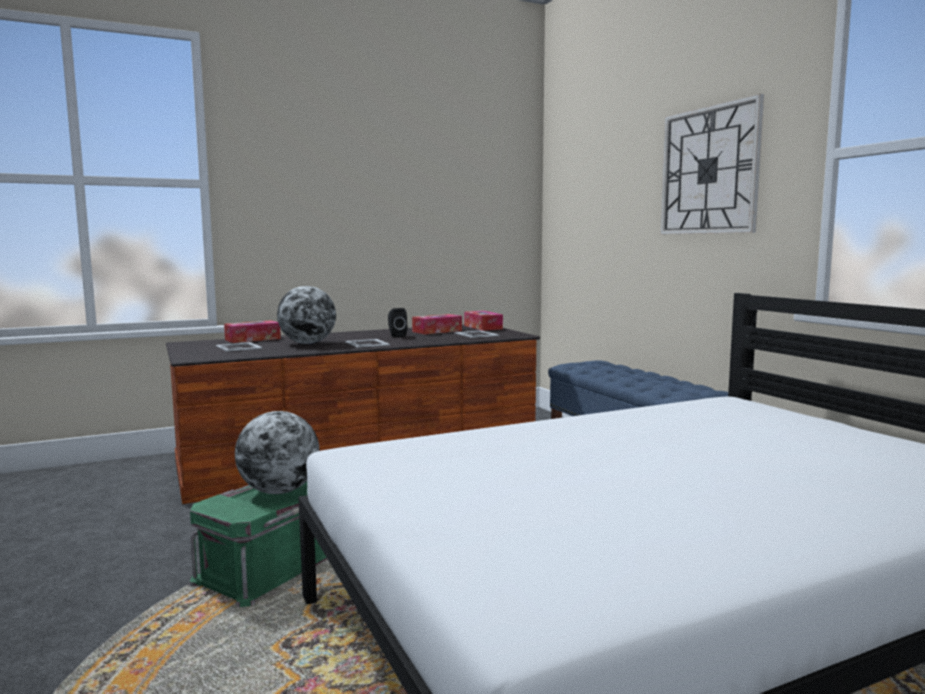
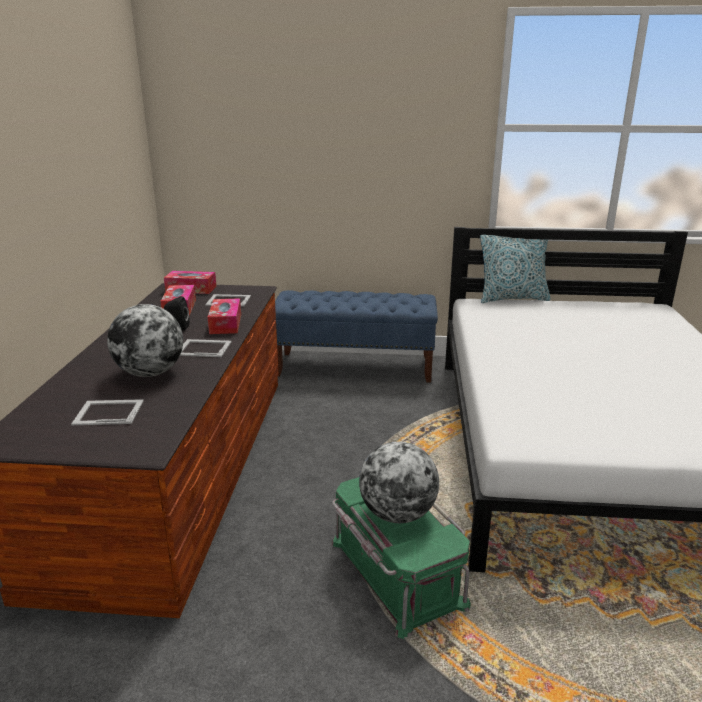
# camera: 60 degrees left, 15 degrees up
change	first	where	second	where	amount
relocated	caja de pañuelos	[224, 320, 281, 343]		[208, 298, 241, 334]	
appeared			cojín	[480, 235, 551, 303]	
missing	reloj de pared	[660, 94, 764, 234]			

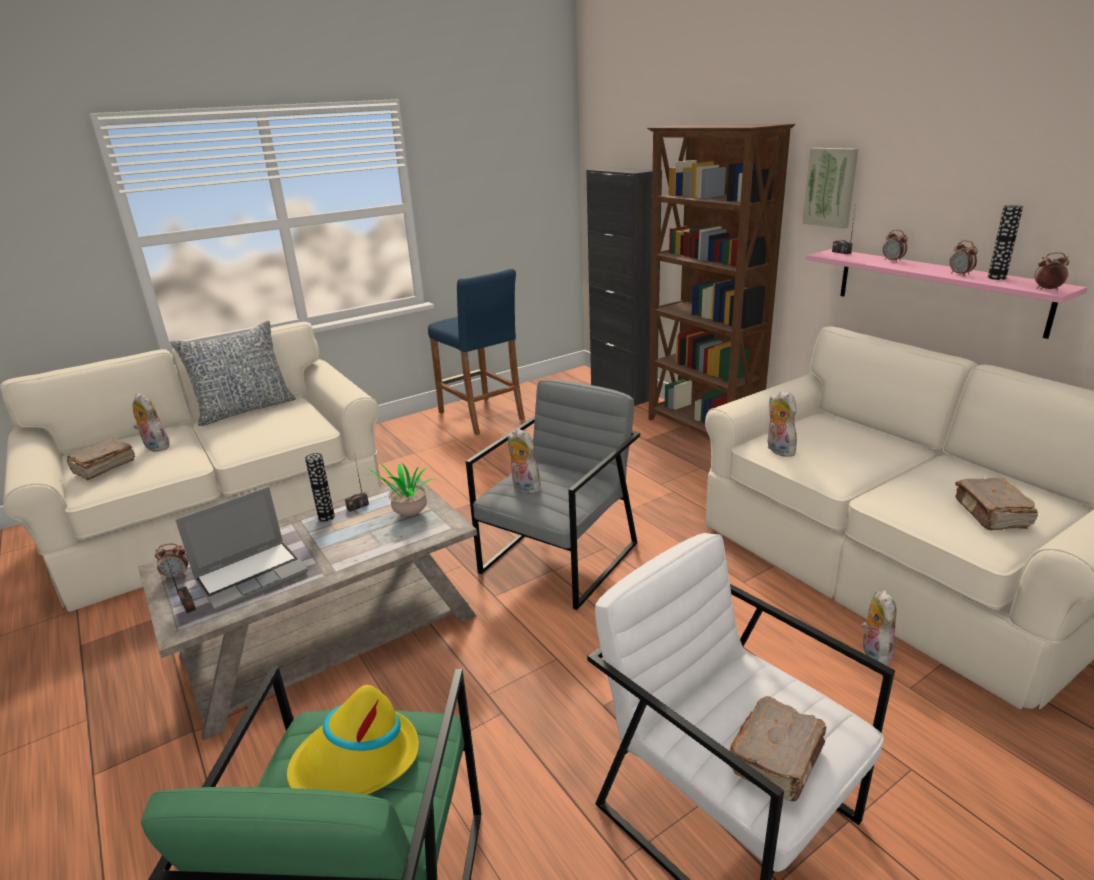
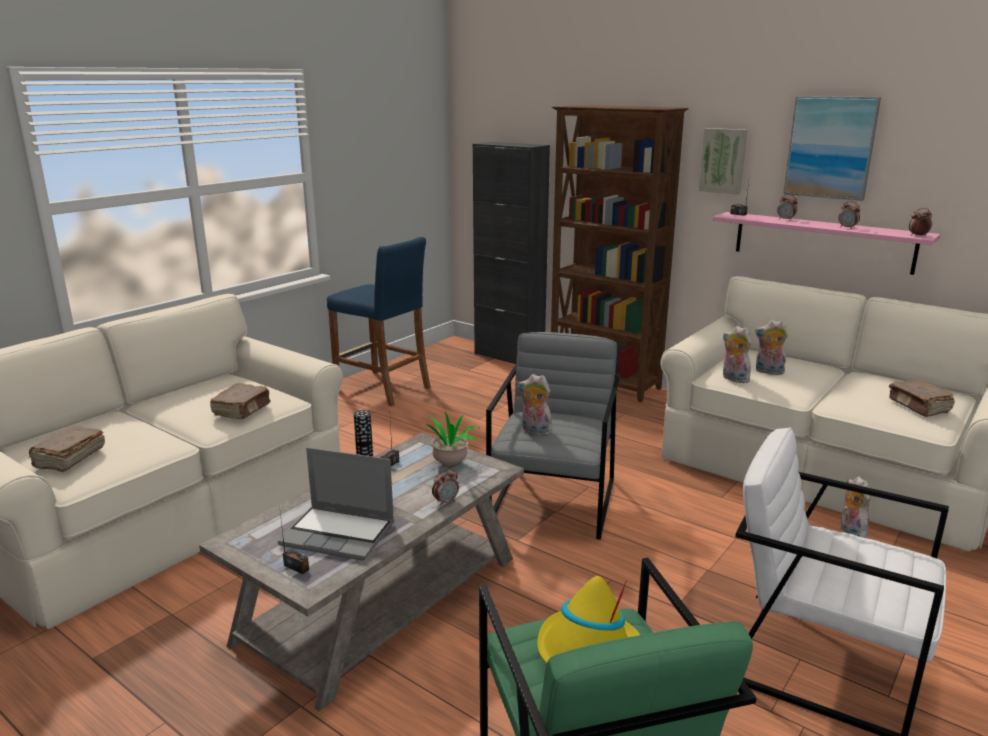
# camera: 20 degrees left, 5 degrees down
change	first	where	second	where	amount
relocated	libro (marrón)	[729, 696, 826, 801]		[210, 383, 270, 419]	
spun	portátil	[175, 487, 308, 612]		[278, 447, 394, 561]	75 degrees clockwise
relocated	despertador	[155, 543, 188, 580]		[432, 469, 459, 506]	
relocated	peluche	[133, 393, 170, 452]		[755, 320, 788, 376]	
appeared			cuadro	[783, 96, 881, 201]	
missing	cojín	[170, 321, 296, 426]			
missing	florero	[988, 205, 1023, 280]			

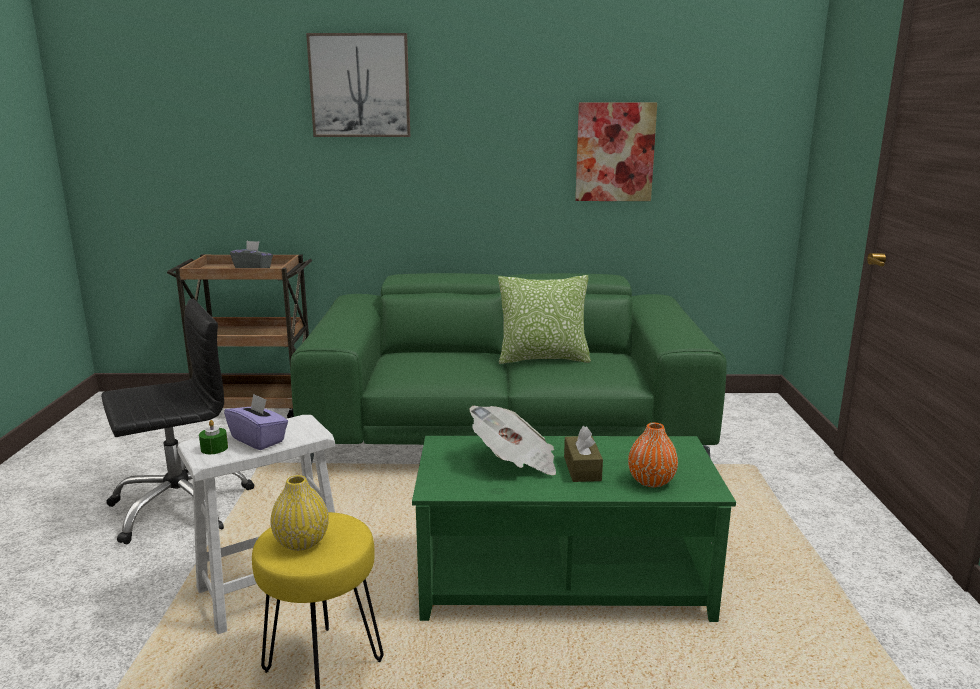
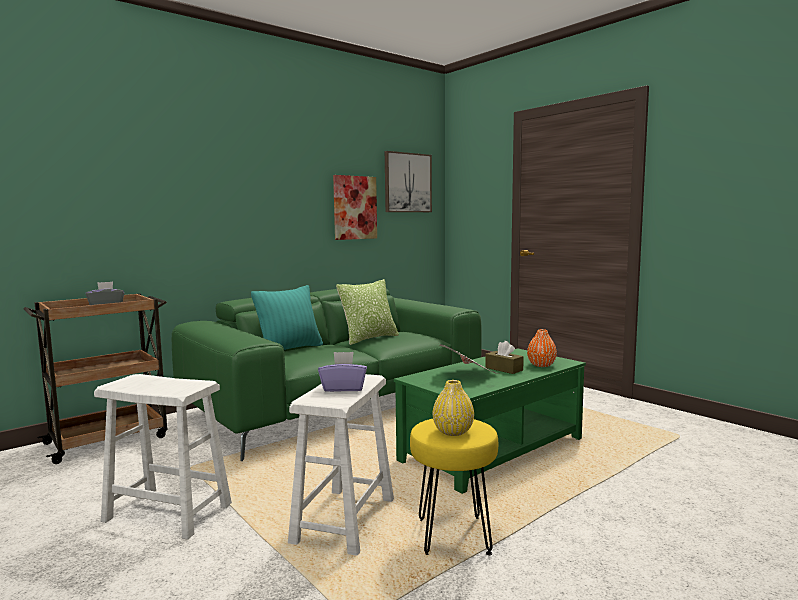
# camera: 40 degrees left, 10 degrees down
change	first	where	second	where	amount
exchanged	silla de oficina (negro)	[101, 299, 254, 544]	taburete (blanco)	[94, 374, 232, 540]	
appeared			cojín (turquesa)	[251, 285, 323, 350]	
relocated	cuadro	[306, 33, 410, 137]		[385, 151, 432, 212]	
missing	vela (verde)	[199, 420, 228, 454]			

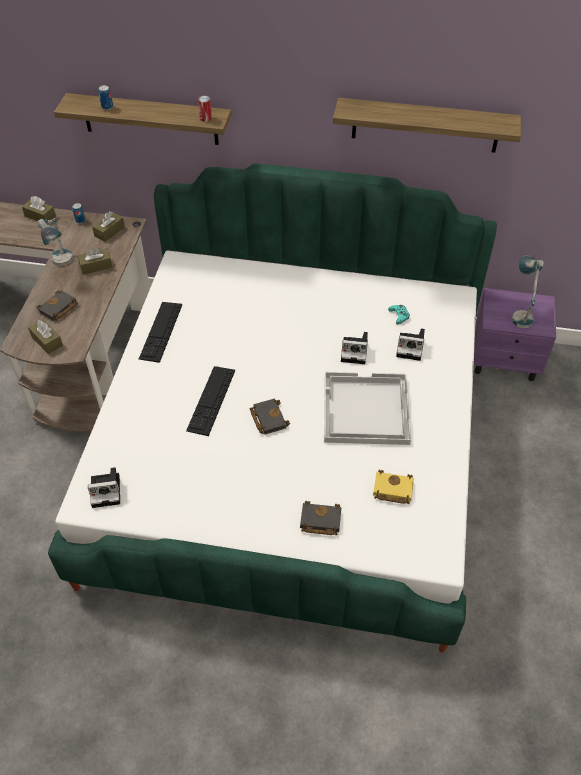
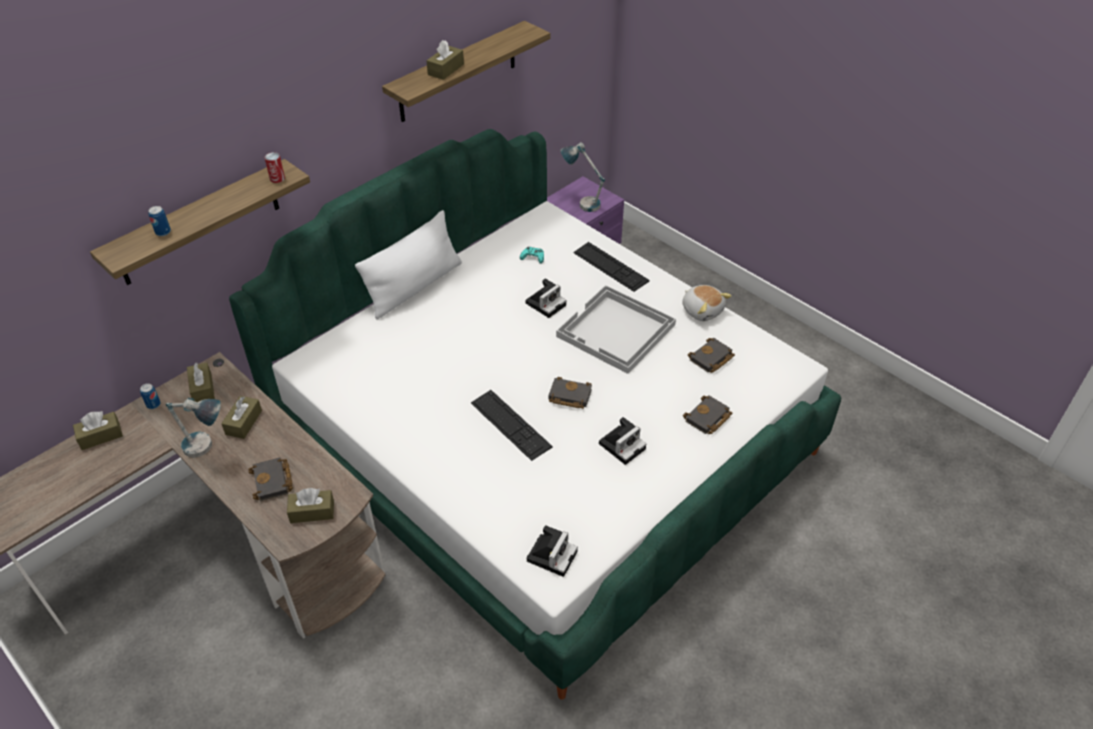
# camera: 55 degrees left, 5 degrees down
change	first	where	second	where	amount
appeared			cojín (blanco)	[355, 210, 462, 319]	
appeared			caja de pañuelos (marrón)	[426, 40, 464, 80]	
relocated	teclado	[139, 302, 182, 363]		[573, 242, 649, 292]	
relocated	cámara	[396, 328, 425, 361]		[599, 417, 646, 465]	
appeared			peluche	[682, 285, 732, 321]	
colour	libro (amarillo)	[373, 470, 414, 504]	libro (negro)	[688, 338, 735, 373]	

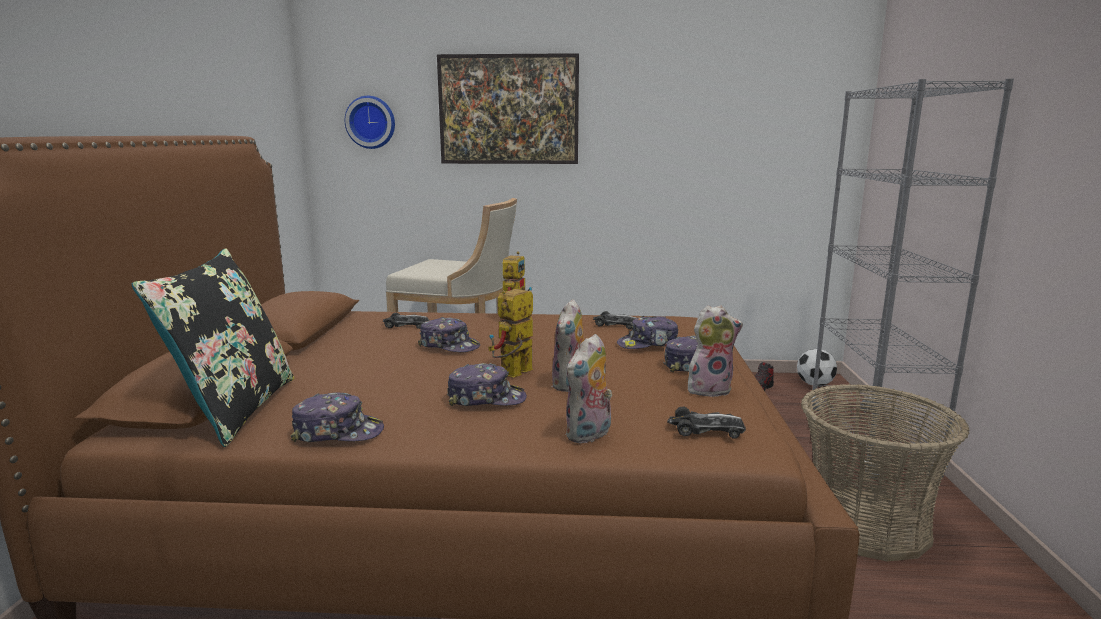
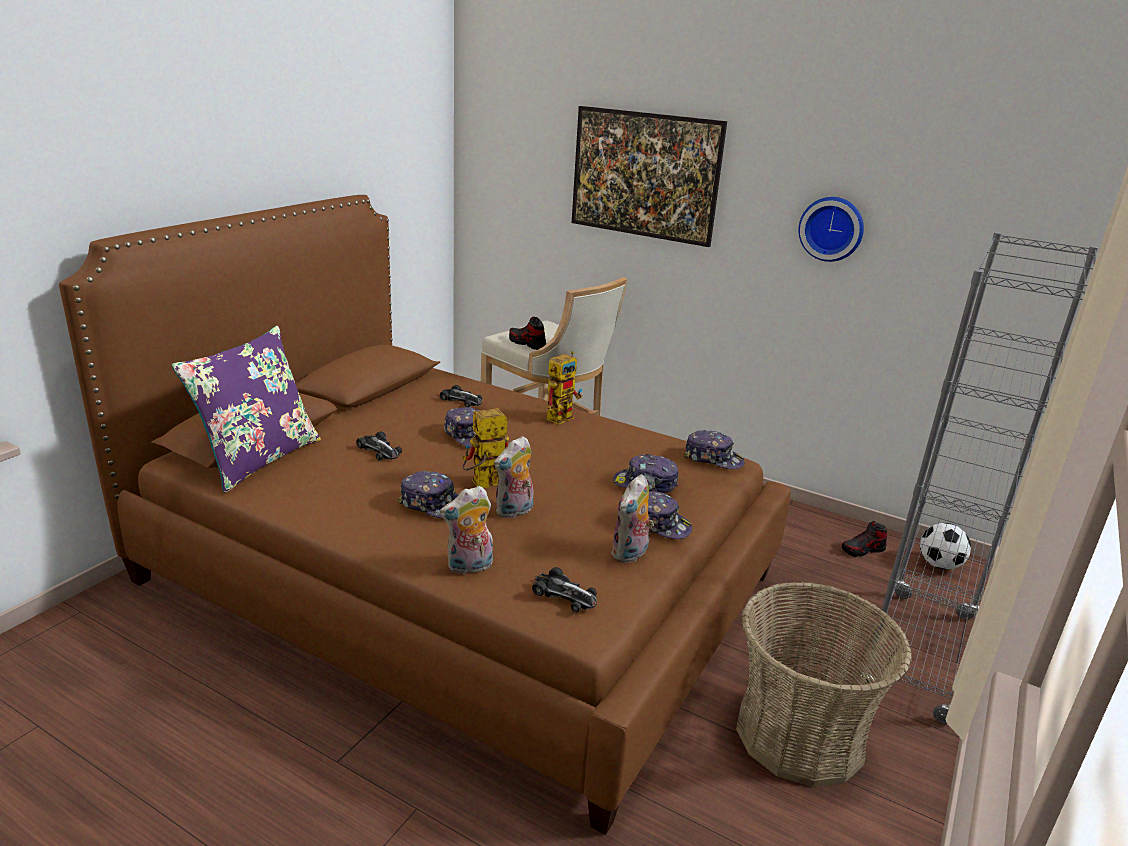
# camera: 25 degrees right, 10 degrees up
change	first	where	second	where	amount
colour	cojín (negro)	[132, 249, 294, 447]	cojín (morado)	[172, 326, 321, 493]	
relocated	coche de juguete	[593, 311, 637, 329]		[356, 431, 402, 461]	
appeared			zapato	[509, 317, 546, 350]	
spun	peluche	[688, 306, 743, 397]		[610, 474, 654, 563]	105 degrees clockwise
relocated	gorra	[291, 393, 384, 442]		[684, 430, 745, 469]	
relocated	reloj de pared	[345, 96, 395, 149]		[798, 197, 864, 262]	

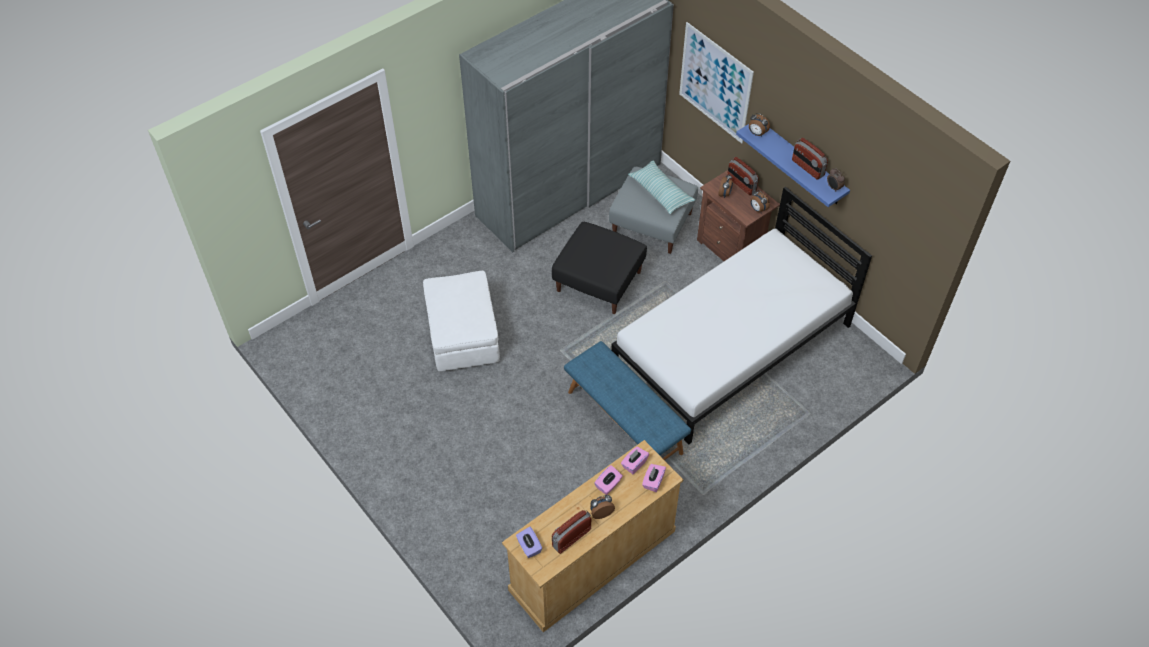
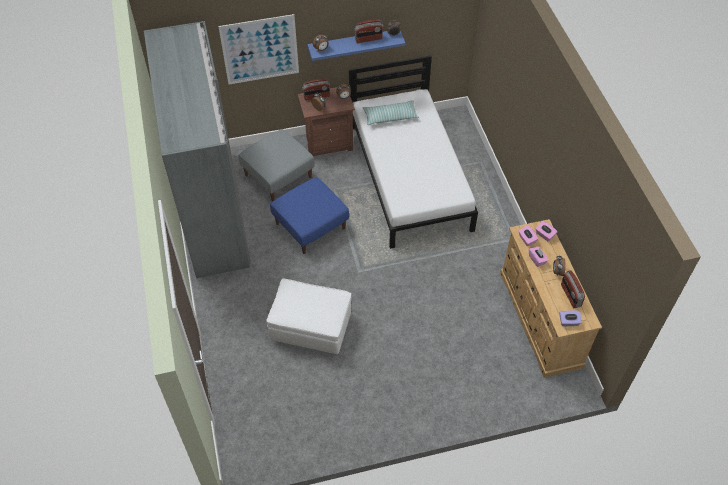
# camera: 65 degrees left, 0 degrees up
change	first	where	second	where	amount
colour	puf (negro)	[552, 222, 647, 314]	puf (azul)	[270, 177, 349, 254]	
relocated	cojín	[628, 161, 695, 214]		[363, 100, 419, 125]	
missing	banco (azul)	[564, 341, 691, 460]			

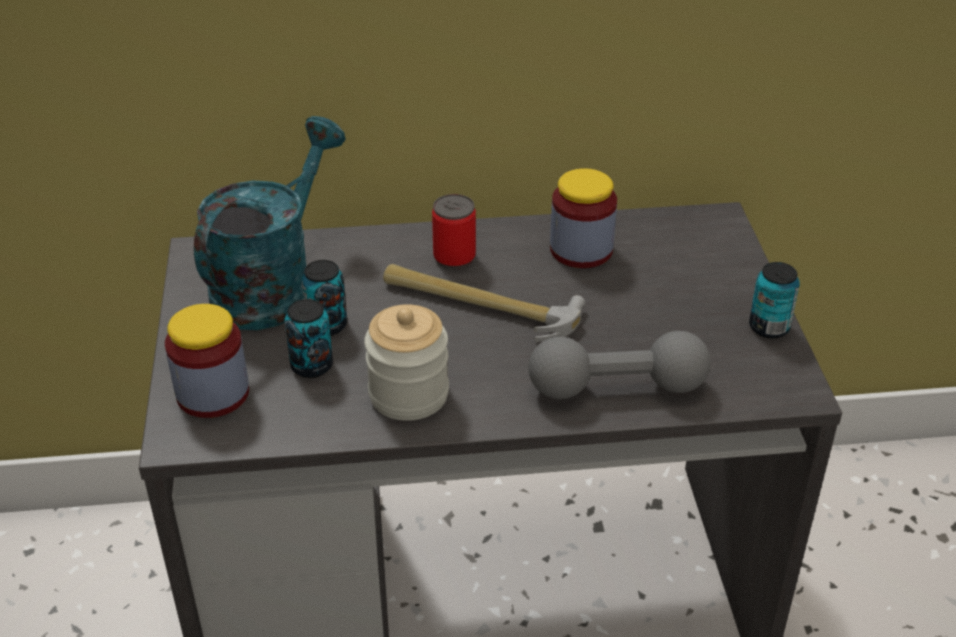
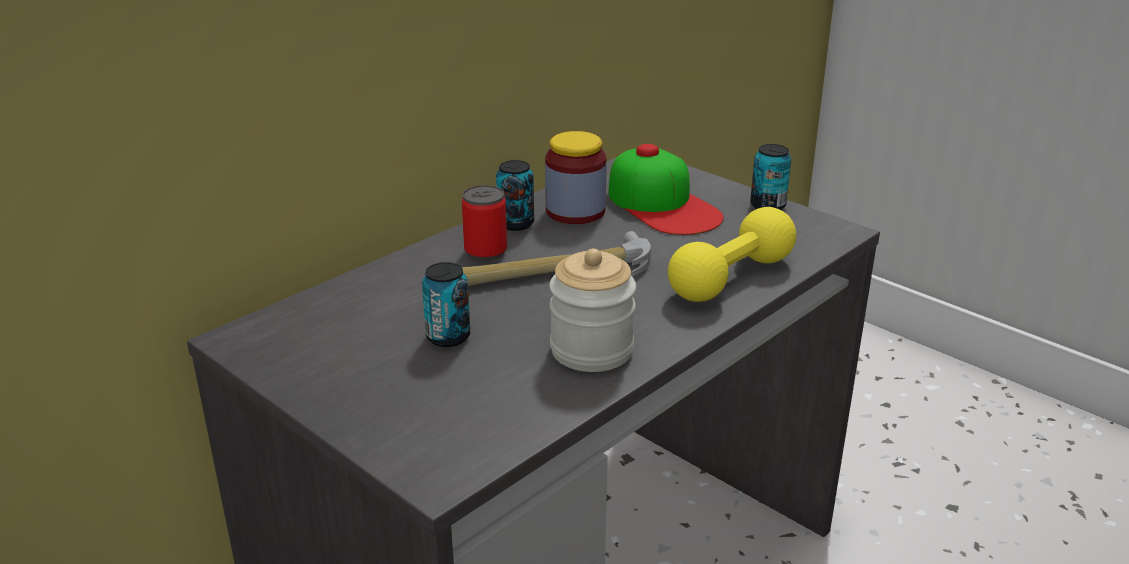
# camera: 40 degrees left, 10 degrees down
change	first	where	second	where	amount
relocated	lata	[285, 299, 333, 378]		[496, 160, 534, 231]	
appeared			gorra	[609, 144, 724, 235]	
colour	mancuerna (gris)	[528, 331, 711, 399]	mancuerna (amarillo)	[668, 207, 796, 302]	
missing	tarro	[165, 304, 249, 418]			
missing	regadera (turquesa)	[194, 116, 346, 330]			

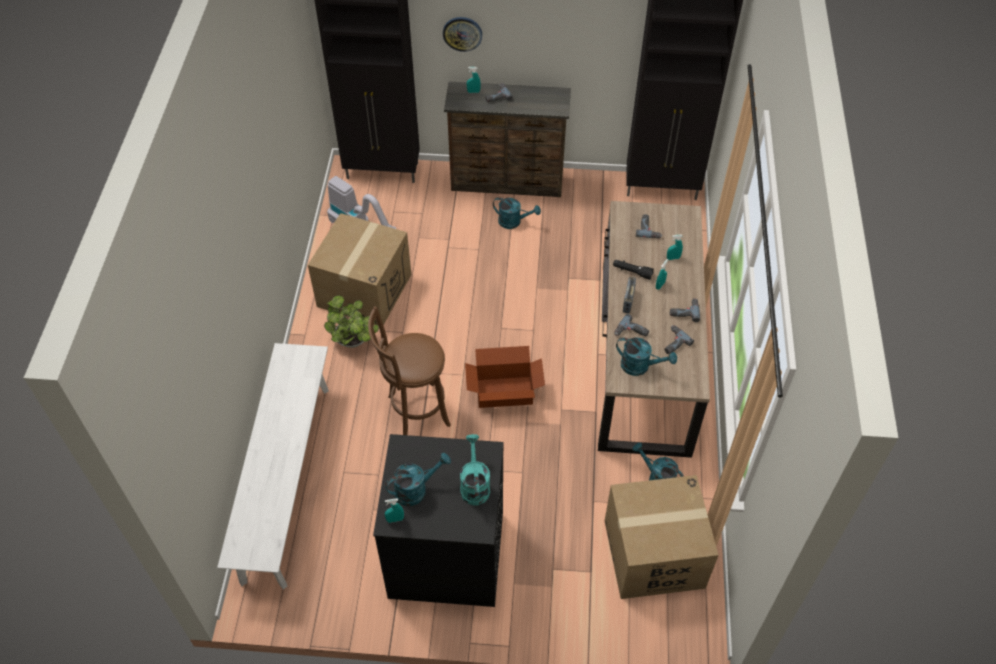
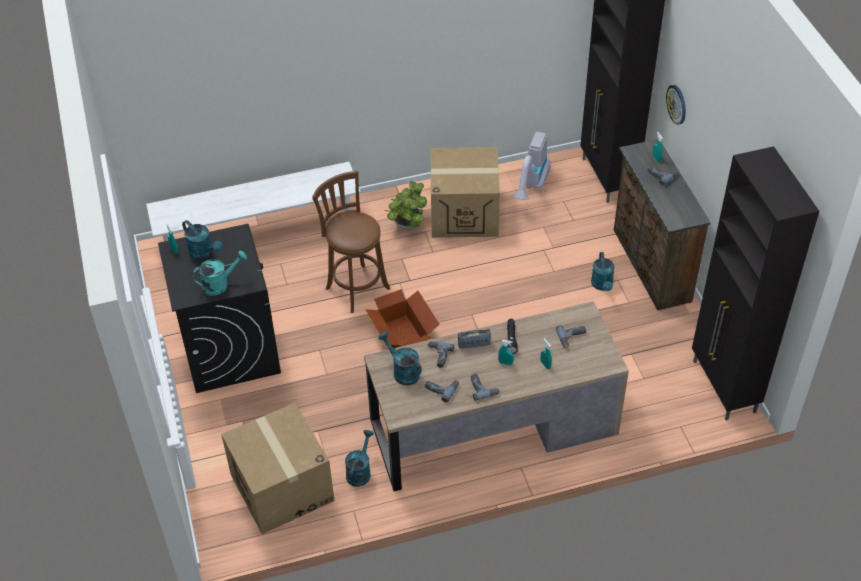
# camera: 70 degrees right, 5 degrees down
change	first	where	second	where	amount
spun	regadera (turquesa)	[616, 337, 677, 376]		[378, 331, 422, 385]	135 degrees clockwise

